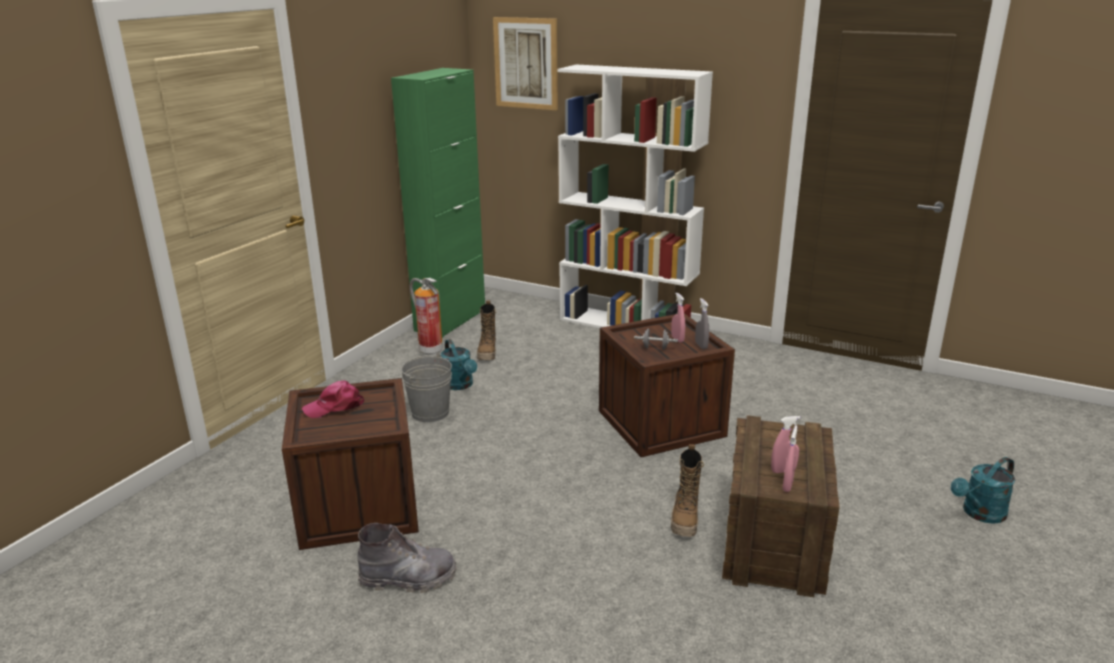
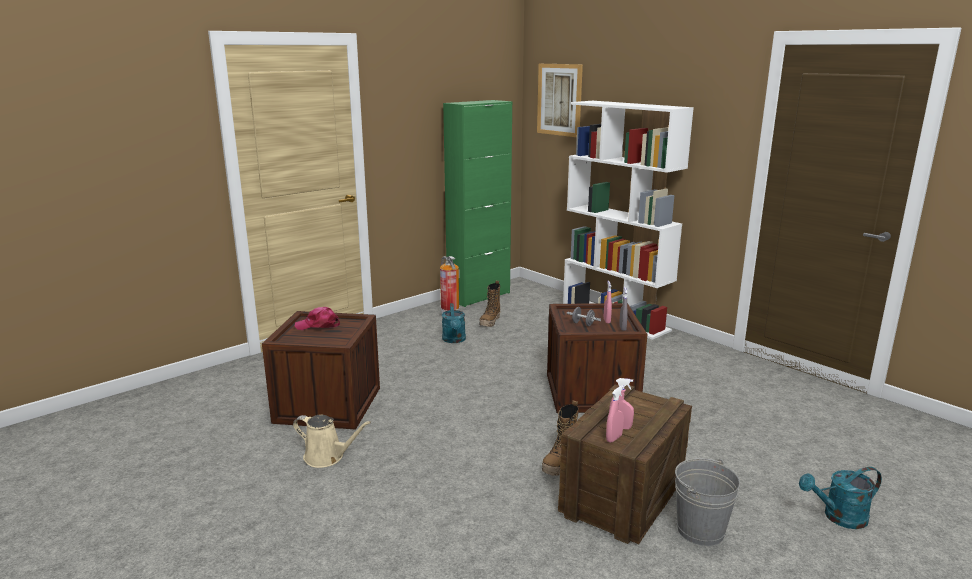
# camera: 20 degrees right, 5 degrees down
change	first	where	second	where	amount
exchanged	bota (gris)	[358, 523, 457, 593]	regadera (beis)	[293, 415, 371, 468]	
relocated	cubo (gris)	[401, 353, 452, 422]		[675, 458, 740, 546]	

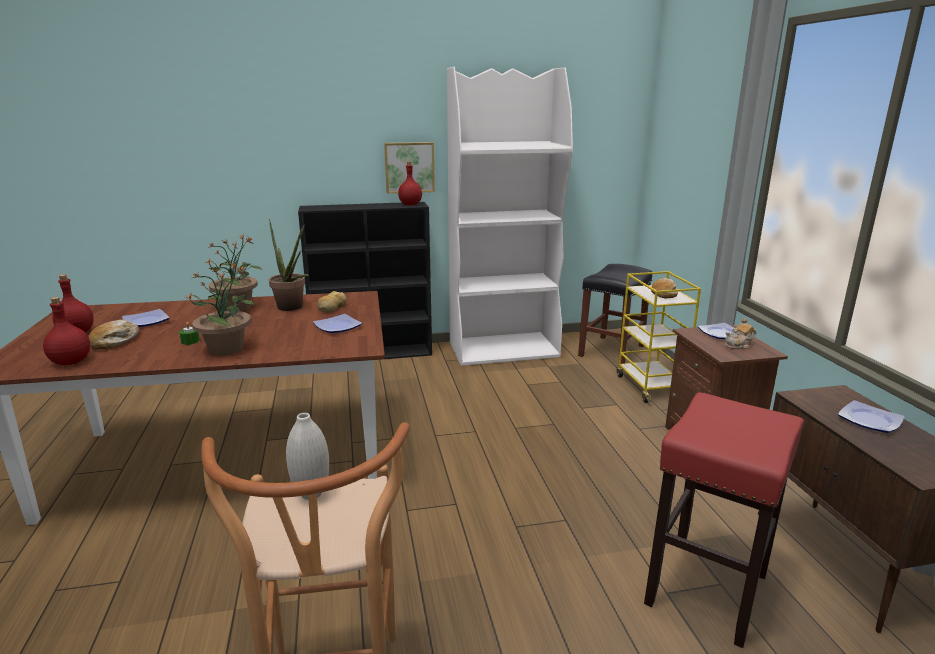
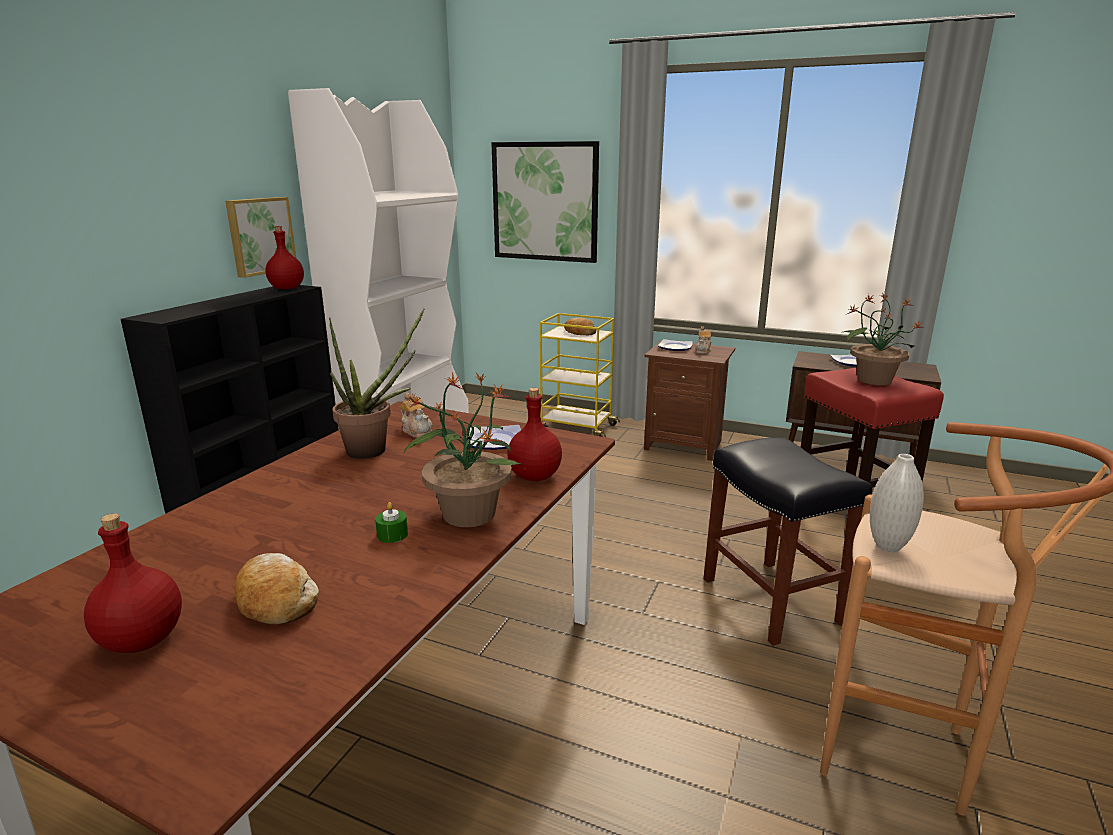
# camera: 55 degrees left, 0 degrees up
change	first	where	second	where	amount
exchanged	pan	[318, 291, 347, 313]	tetera	[399, 393, 433, 438]	
appeared			cuadro	[492, 141, 599, 263]	
relocated	botella (rojo)	[43, 297, 90, 365]		[507, 388, 562, 481]	
relocated	taburete (negro)	[578, 264, 652, 364]		[703, 437, 872, 646]	
relocated	planta en maceta	[205, 234, 263, 311]		[841, 293, 924, 385]	
missing	plato	[122, 309, 169, 327]			

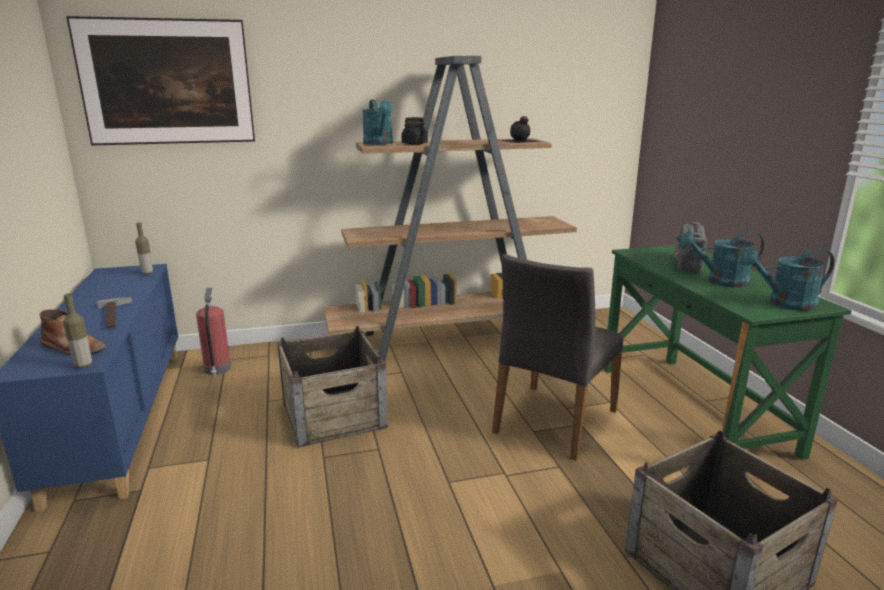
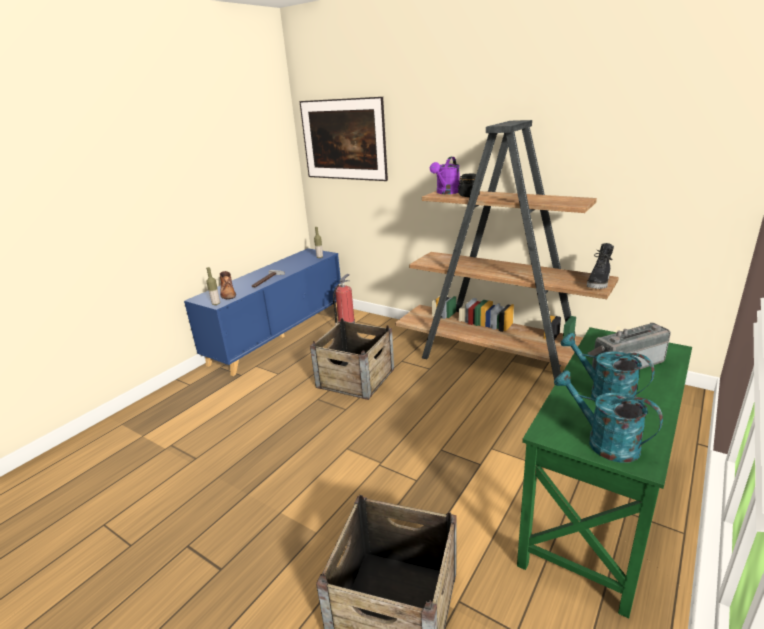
# camera: 50 degrees right, 5 degrees up
change	first	where	second	where	amount
colour	regadera (turquesa)	[362, 100, 393, 145]	regadera (morado)	[430, 157, 460, 194]	
appeared			bota (negro)	[587, 243, 614, 289]	
missing	silla (gris)	[492, 254, 623, 461]			
missing	botella (negro)	[500, 116, 543, 143]			

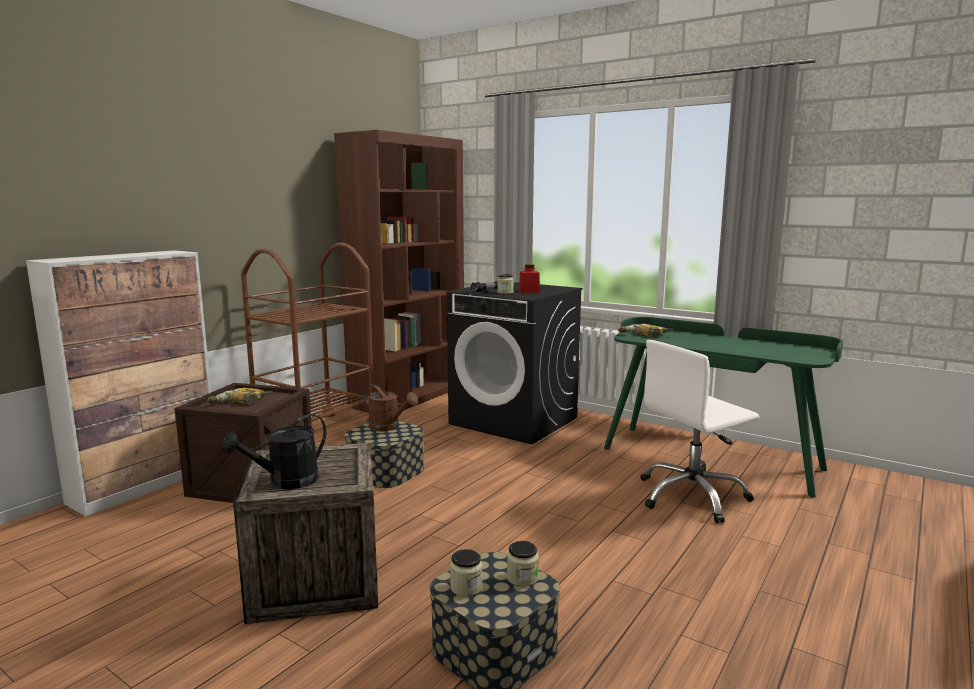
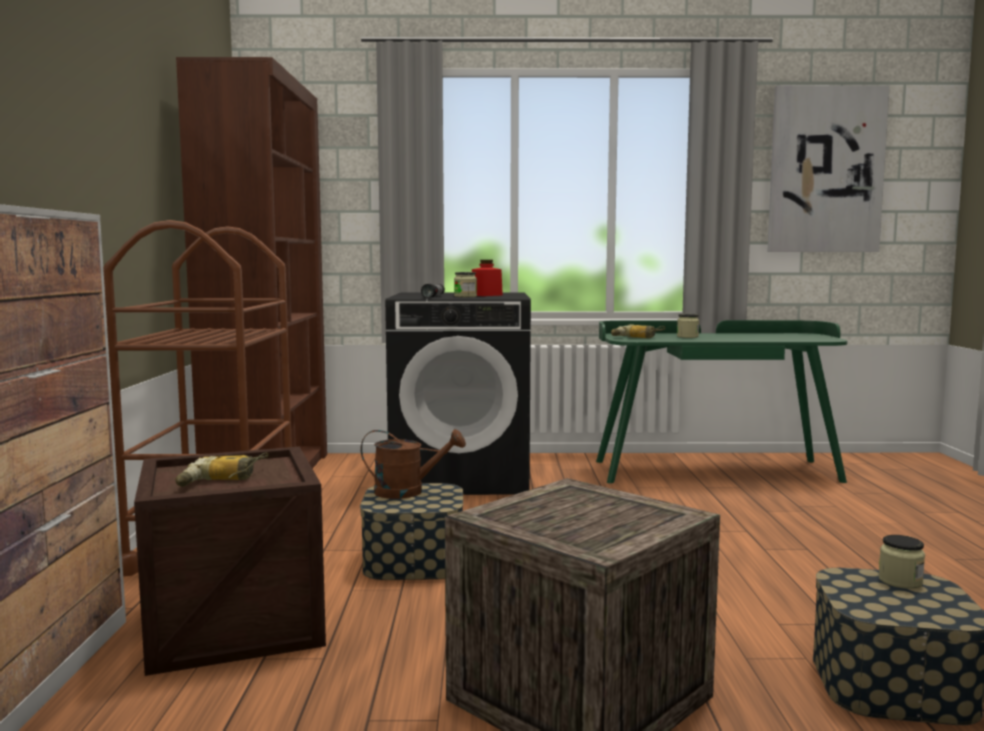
# camera: 35 degrees left, 5 degrees down
change	first	where	second	where	amount
relocated	tarro	[450, 549, 483, 597]		[677, 314, 699, 338]	
appeared			cuadro	[767, 85, 890, 252]	
missing	regadera (negro)	[221, 414, 326, 489]			
missing	silla de oficina (blanco)	[641, 340, 759, 523]			

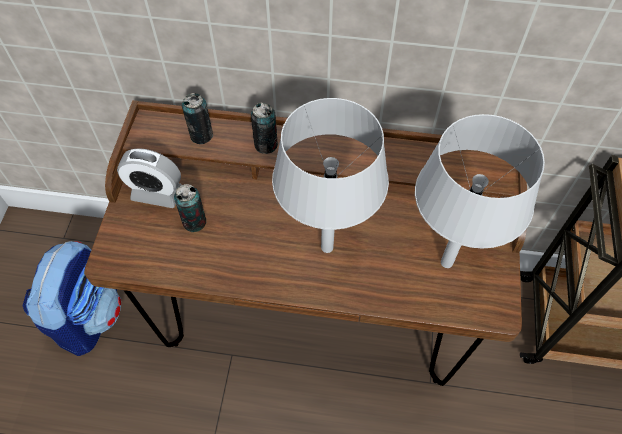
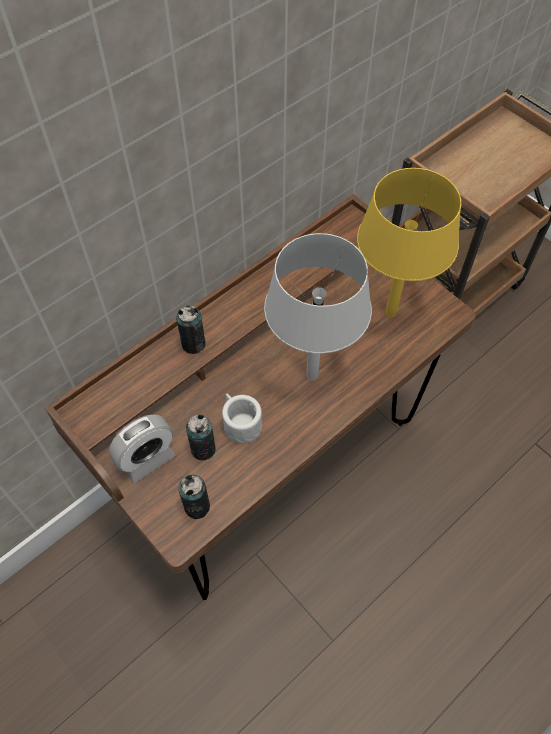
# camera: 50 degrees left, 0 degrees up
change	first	where	second	where	amount
relocated	lata	[182, 93, 213, 144]		[178, 475, 210, 519]	
appeared			taza grande (blanco)	[222, 393, 262, 444]	
colour	lámpara de mesa (gris)	[415, 114, 545, 268]	lámpara de mesa (amarillo)	[357, 168, 461, 318]	
missing	mochila	[23, 241, 121, 356]			

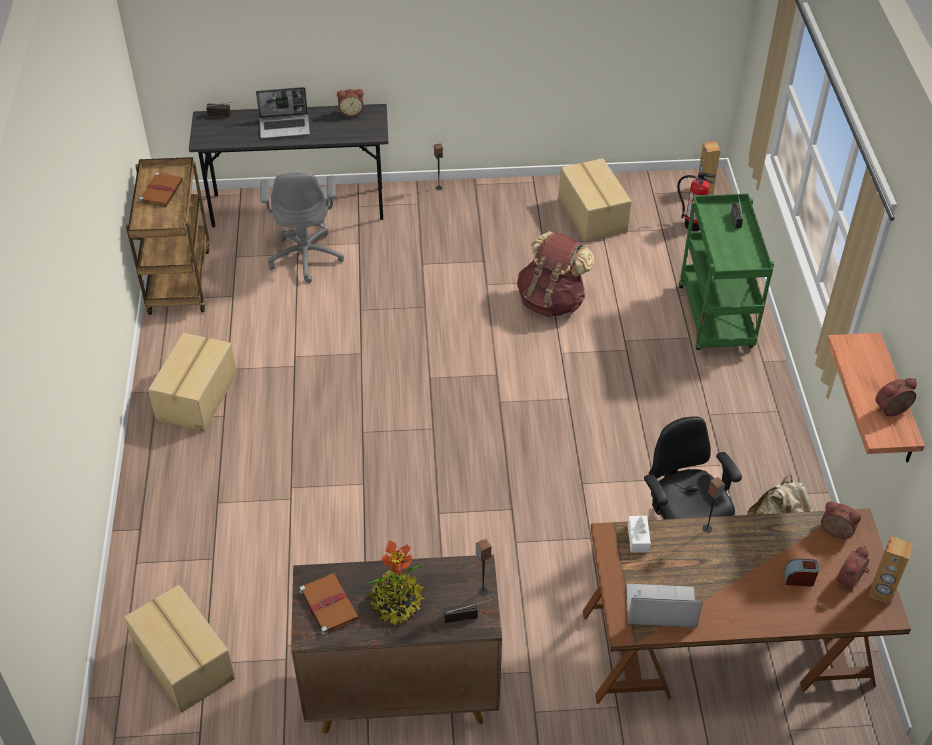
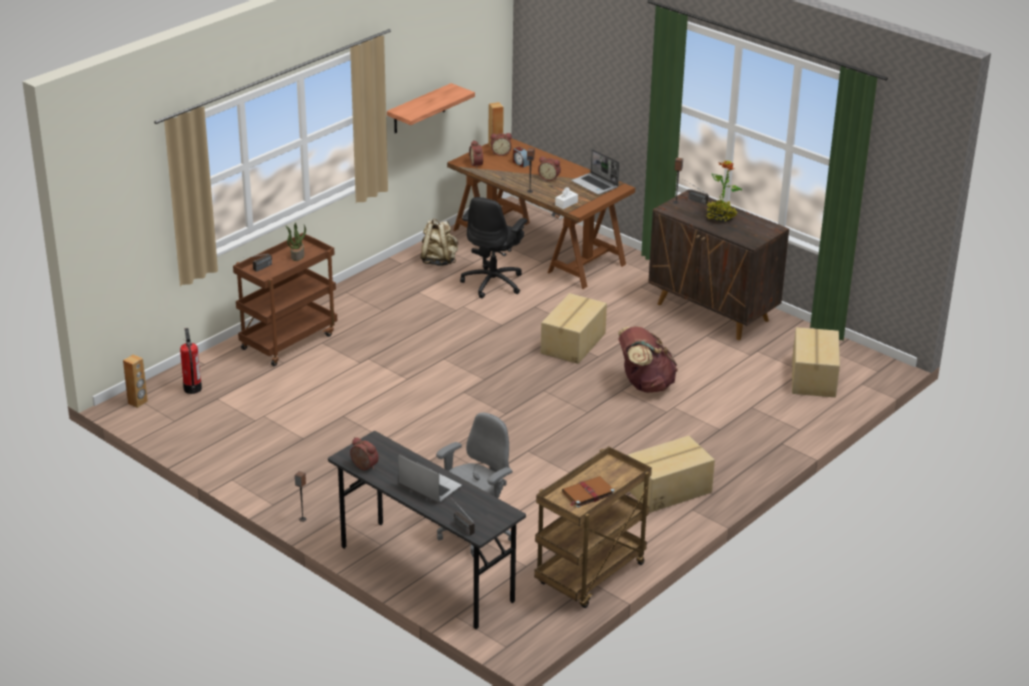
# camera: 135 degrees left, 15 degrees down
change	first	where	second	where	amount
colour	carrito (verde)	[679, 194, 774, 350]	carrito (marrón)	[233, 233, 337, 366]	
appeared			planta en maceta	[286, 223, 306, 261]	
relocated	despertador	[875, 378, 917, 416]		[538, 156, 561, 181]	
relocated	caja de cartón	[559, 158, 631, 242]		[541, 293, 607, 364]	
relocated	mochila (marrón)	[517, 231, 594, 317]		[618, 326, 678, 393]	
missing	libro (marrón)	[300, 573, 359, 635]			

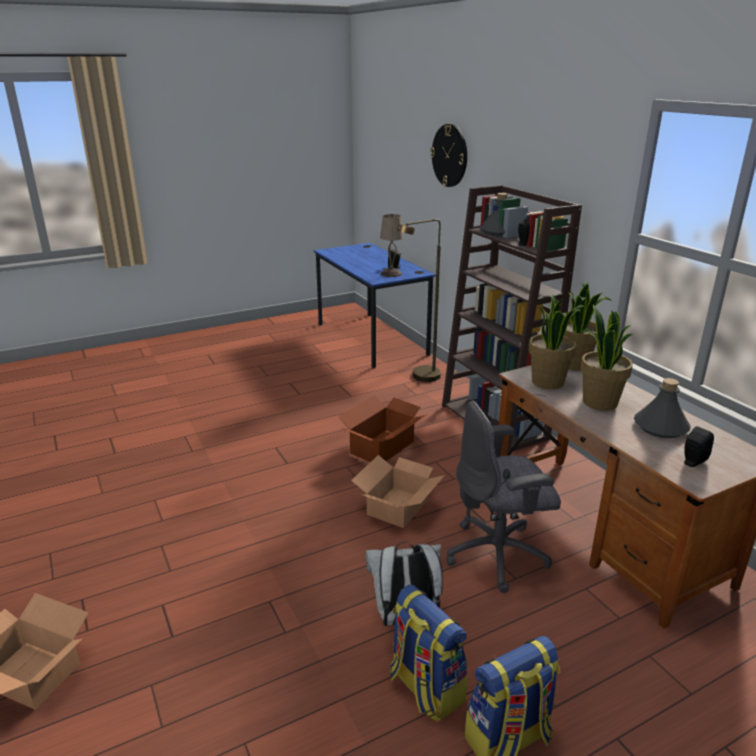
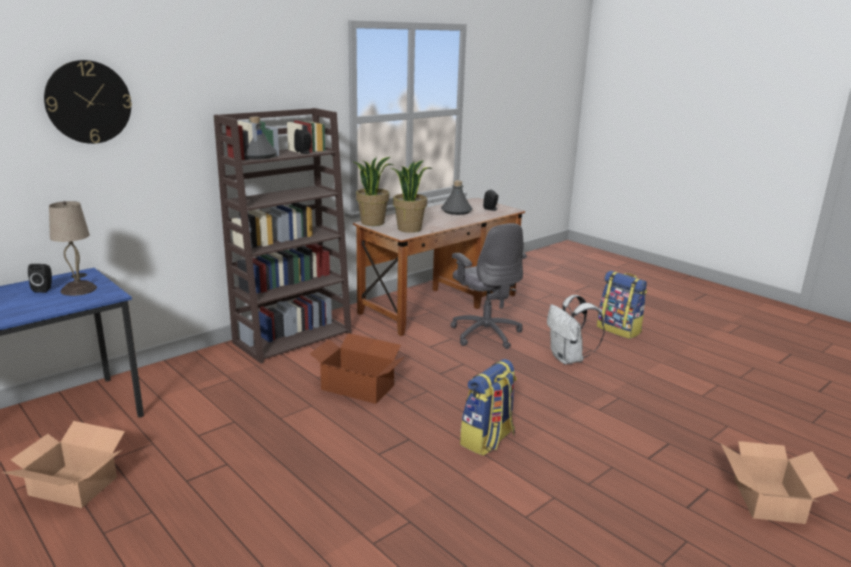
# camera: 105 degrees left, 5 degrees down
change	first	where	second	where	amount
relocated	caja de cartón	[351, 455, 445, 528]		[2, 421, 125, 508]	
relocated	mochila	[389, 585, 467, 722]		[460, 359, 517, 456]	
missing	lámpara de pie (marrón)	[397, 219, 441, 382]			
missing	planta en maceta	[580, 305, 633, 411]			

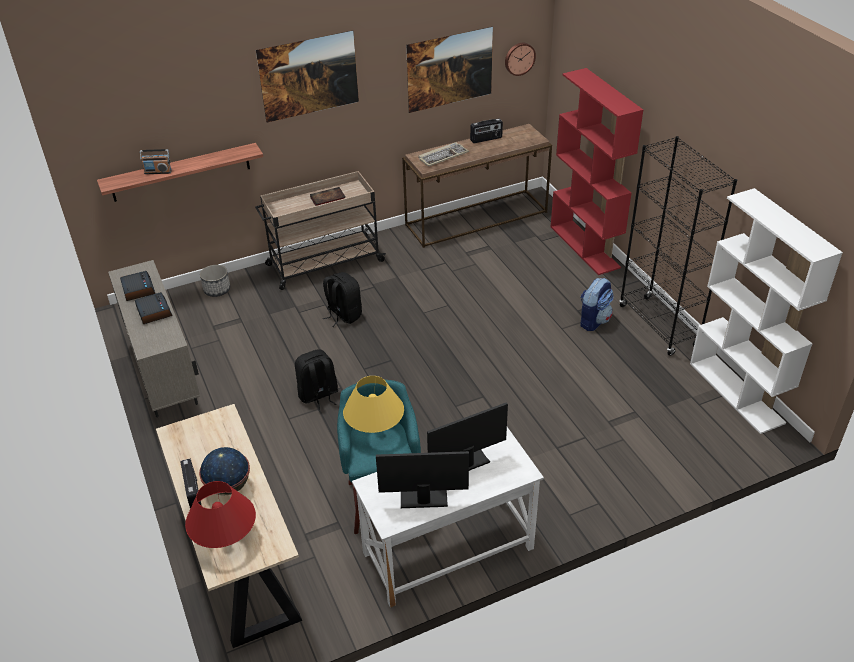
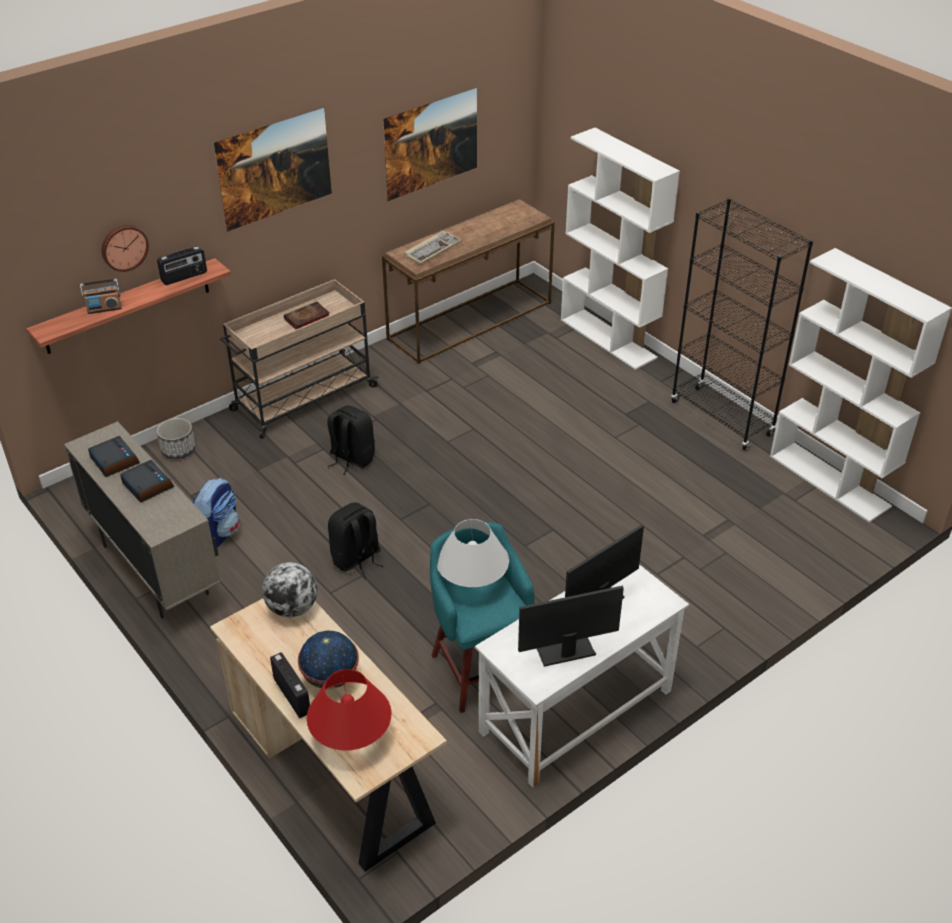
# camera: 15 degrees left, 0 degrees up
change	first	where	second	where	amount
relocated	reloj de pared	[505, 43, 536, 76]		[101, 225, 149, 272]	
relocated	radio	[470, 118, 503, 143]		[157, 246, 207, 285]	
relocated	mochila	[580, 278, 614, 331]		[192, 478, 240, 547]	
appeared			globo terráqueo	[262, 562, 317, 617]	
colour	lámpara de mesa (amarillo)	[343, 376, 404, 433]	lámpara de mesa (blanco)	[437, 519, 509, 587]	
colour	estantería (rojo)	[551, 68, 643, 275]	estantería (blanco)	[561, 128, 680, 370]	

